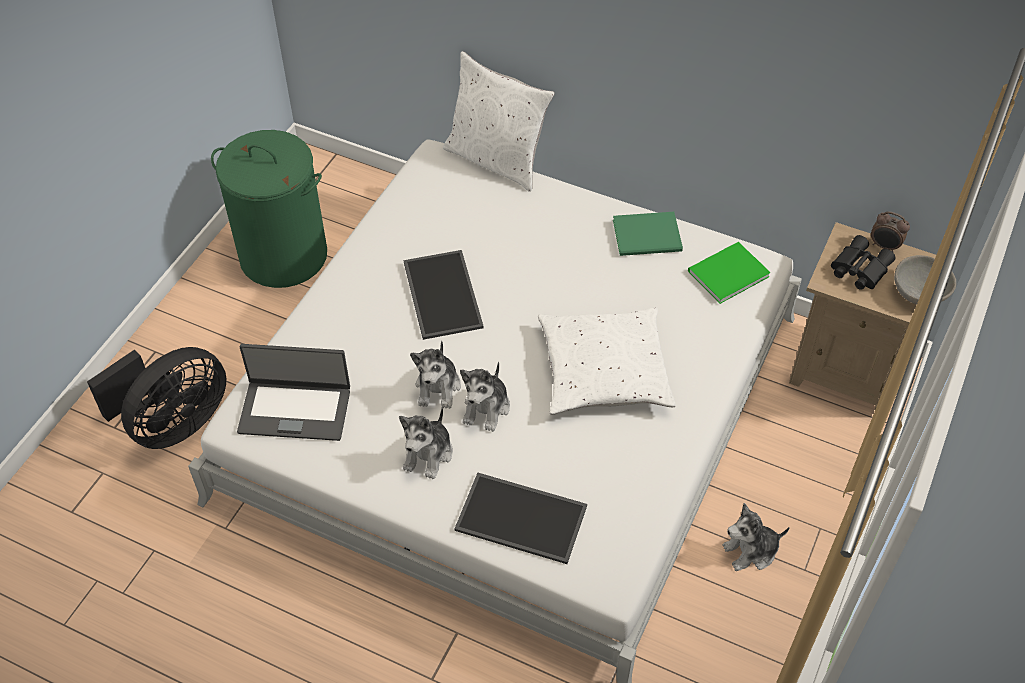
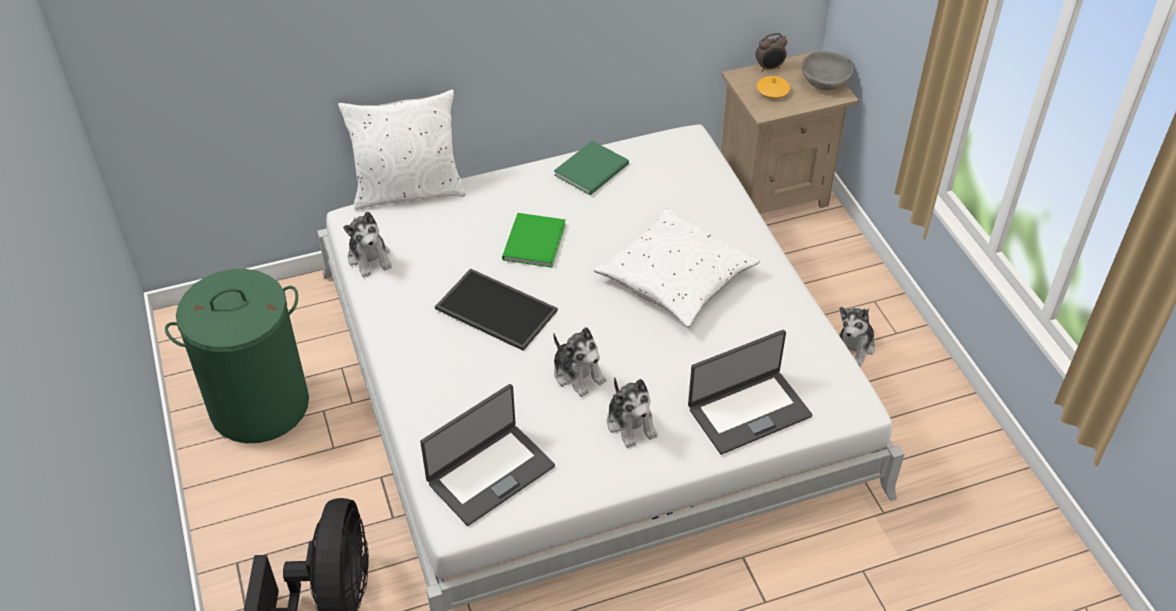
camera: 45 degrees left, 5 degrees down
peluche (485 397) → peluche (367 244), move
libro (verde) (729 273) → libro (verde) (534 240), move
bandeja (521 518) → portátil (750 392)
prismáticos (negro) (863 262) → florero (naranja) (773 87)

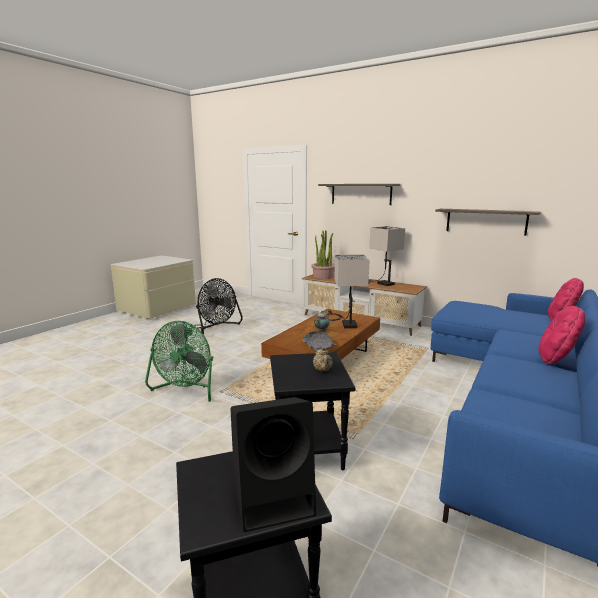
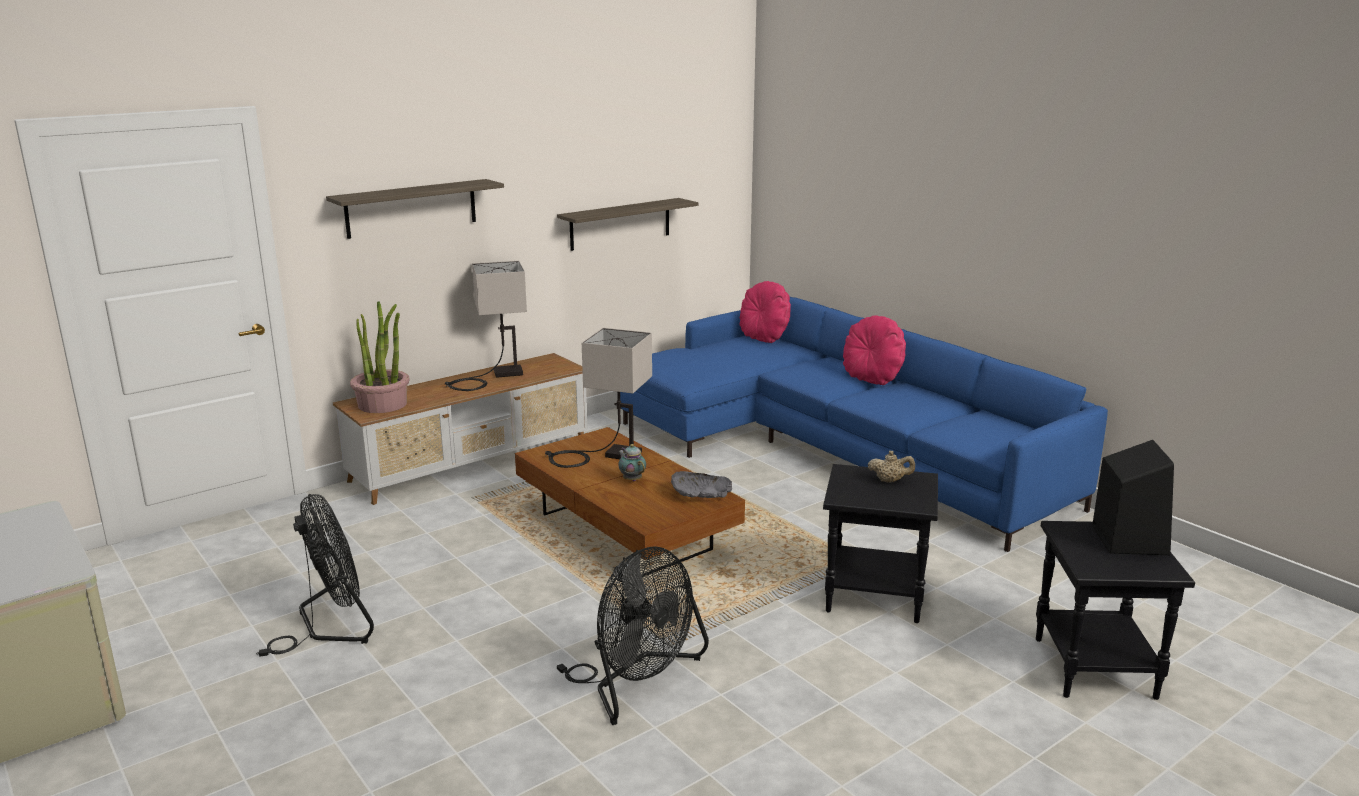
camera: 70 degrees left, 5 degrees up
ventilador (verde) (179 361) → ventilador (negro) (633 636)

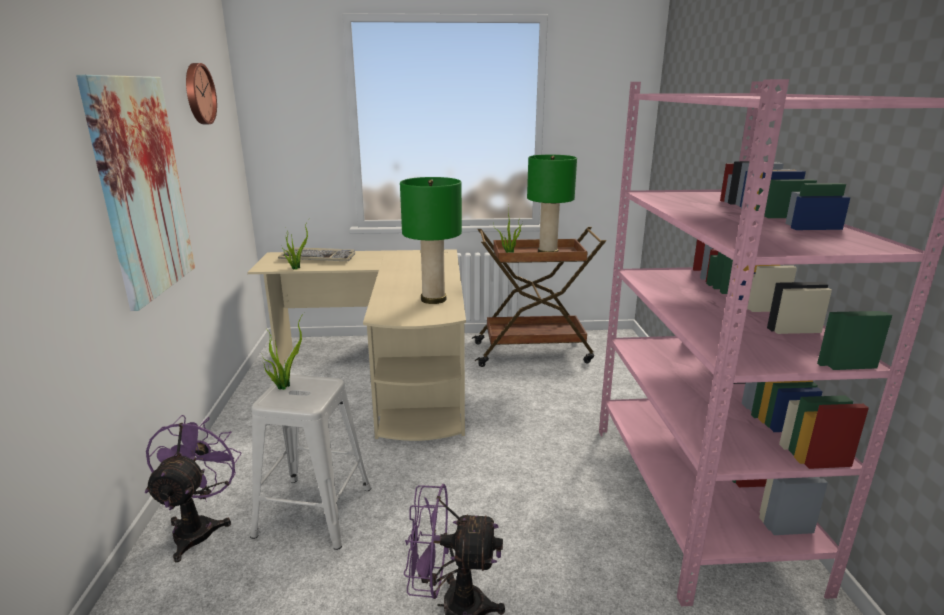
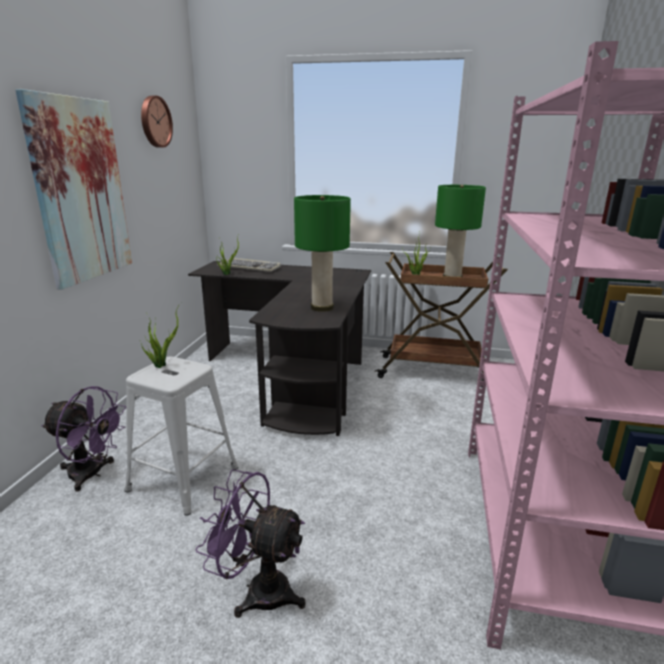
camera: 15 degrees right, 0 degrees up
escritorio (beis) (356 345) → escritorio (negro) (279 348)
ventilador (morado) (193 488) → ventilador (morado) (83 438), 90 degrees clockwise

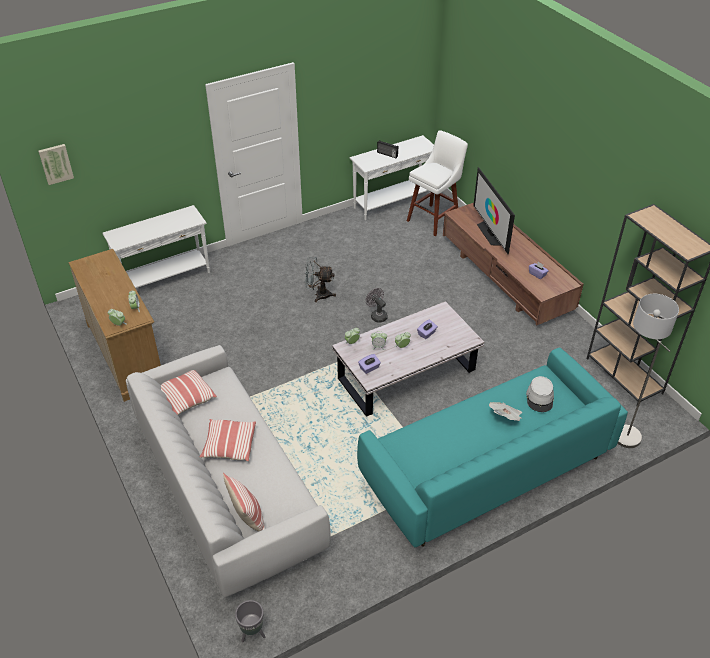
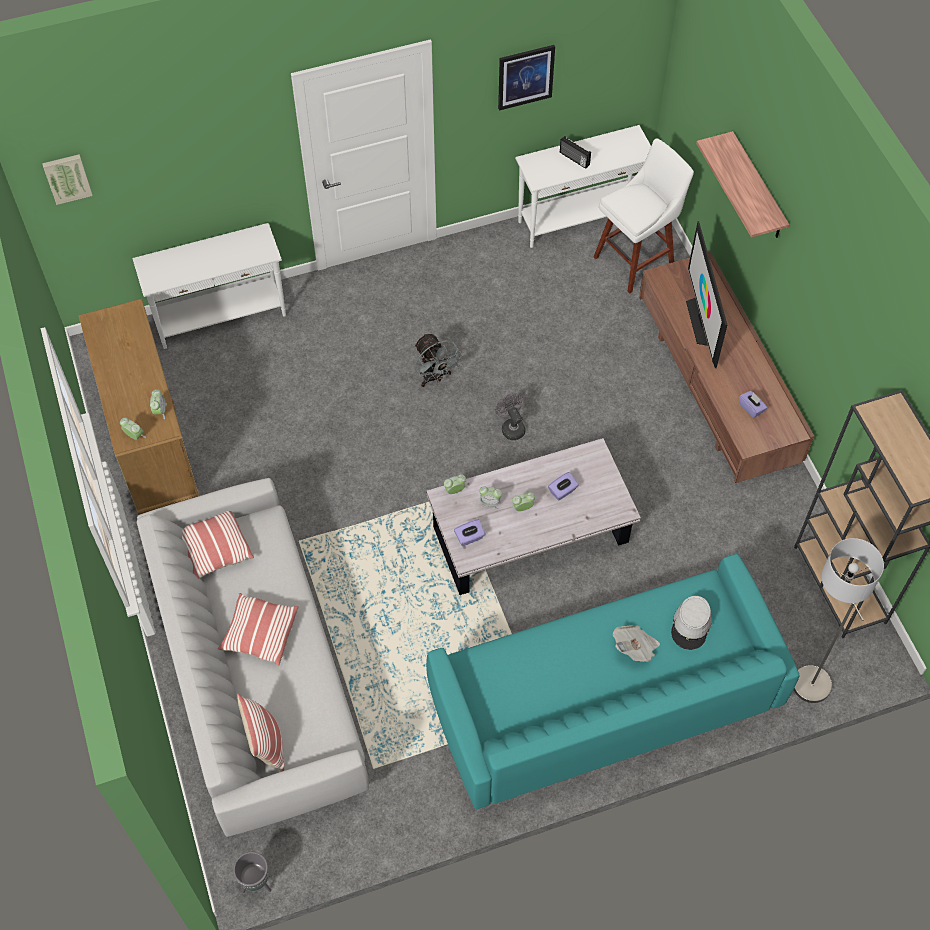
camera: 10 degrees right, 15 degrees up
- → cuadro (526 78)
- → estante (742 184)
ventilador (gris) (320 279) → ventilador (gris) (438 360), 135 degrees counterclockwise

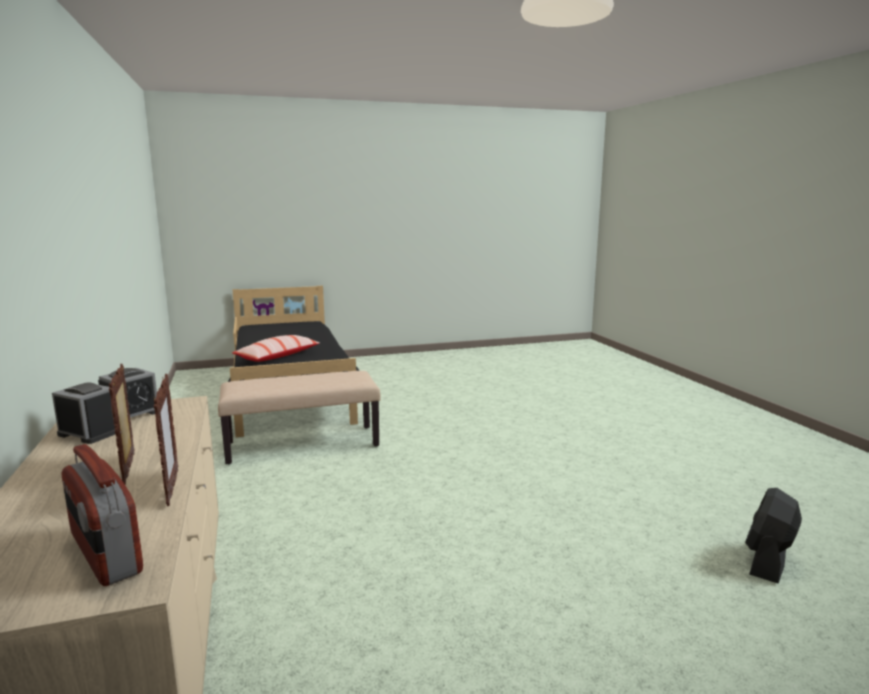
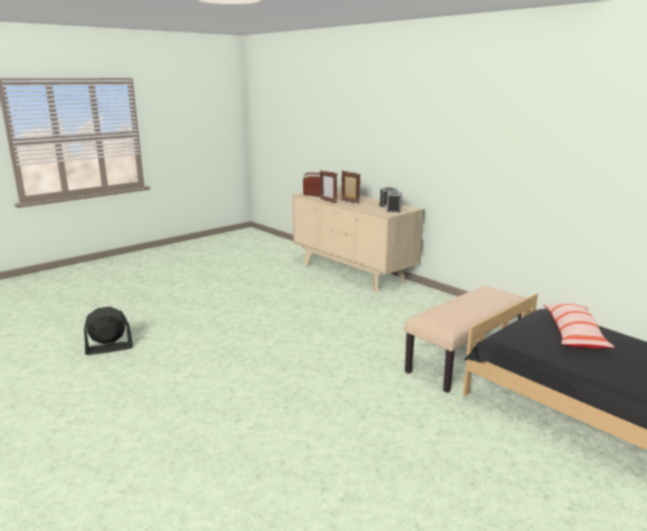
camera: 155 degrees right, 5 degrees up
ventilador (negro) (773 535) → ventilador (negro) (108 331), 120 degrees counterclockwise

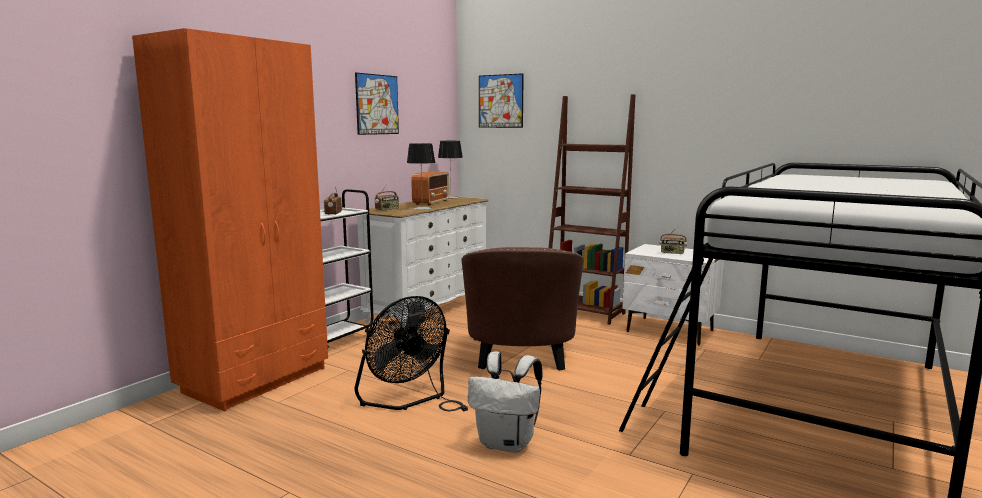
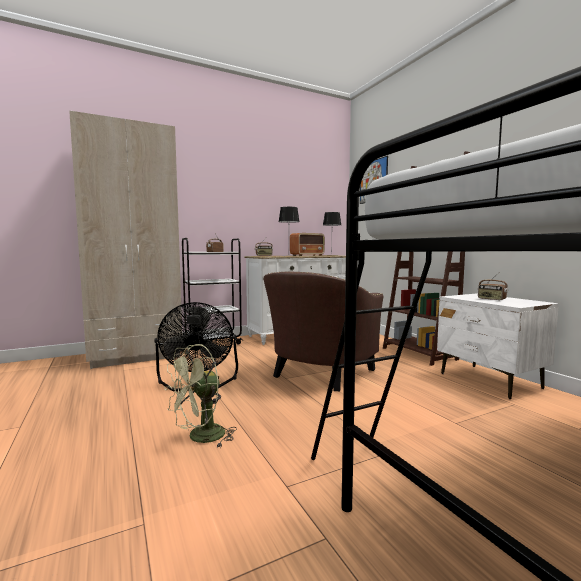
camera: 30 degrees right, 5 degrees down
cuadro (377 104) → -
mochila (blanco) (505 402) → ventilador (verde) (200 395)
armario ropero (naranja) (230 219) → armario ropero (beis) (125 240)

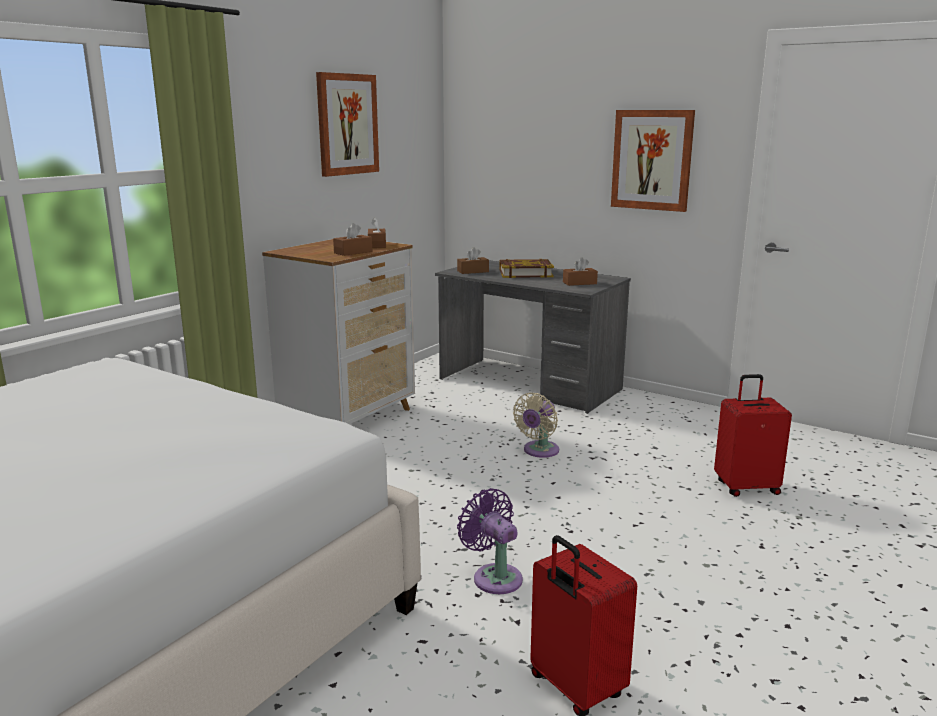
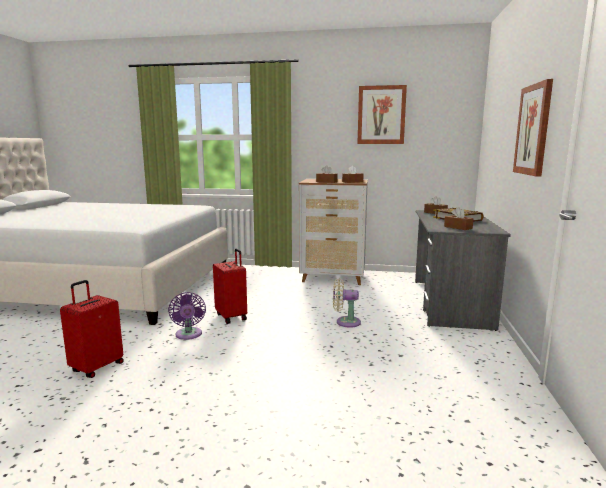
camera: 65 degrees right, 5 degrees down
maleta (rojo) (753 435) → maleta (rojo) (230 286), move
ventilador (morado) (490 541) → ventilador (morado) (187 316), 135 degrees clockwise

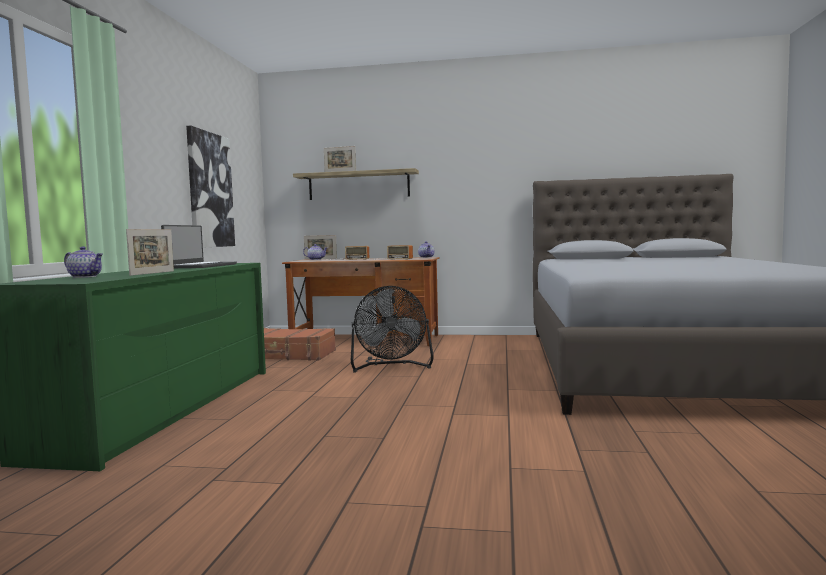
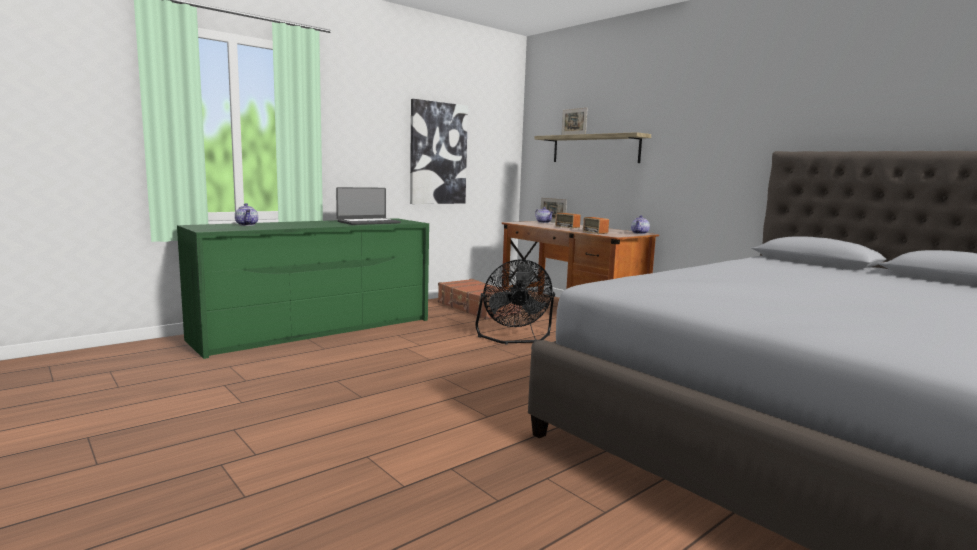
camera: 40 degrees right, 5 degrees up
portarretratos (150 252) → -
ventilador (negro) (392 329) → ventilador (negro) (515 304), 135 degrees clockwise

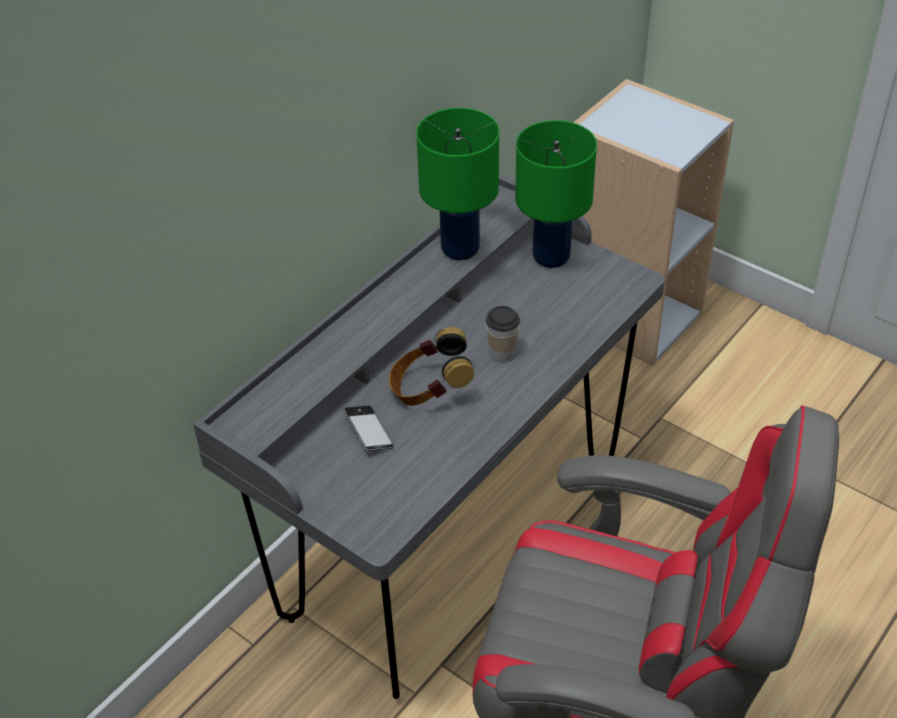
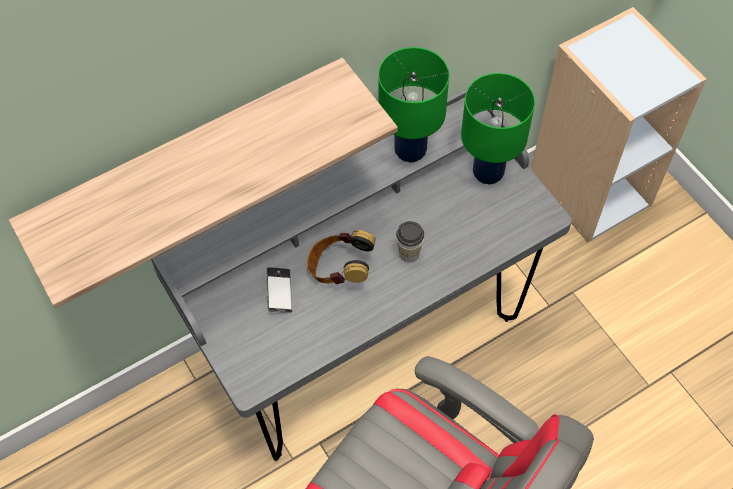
camera: 20 degrees right, 15 degrees up
- → estante (203 182)

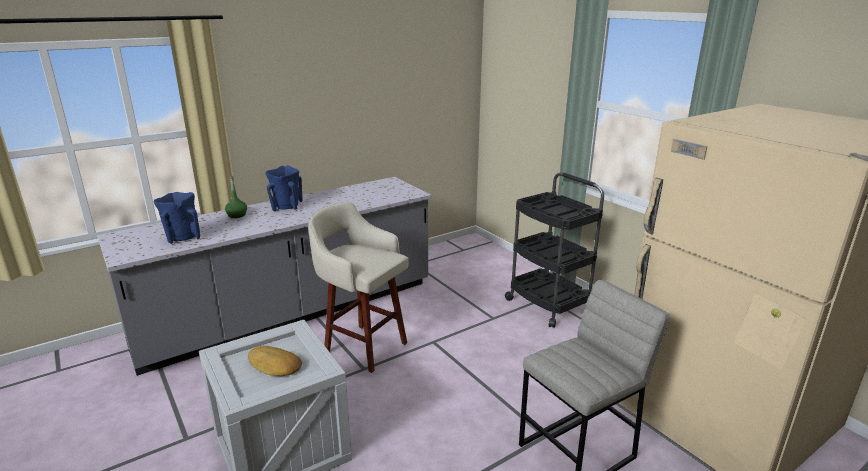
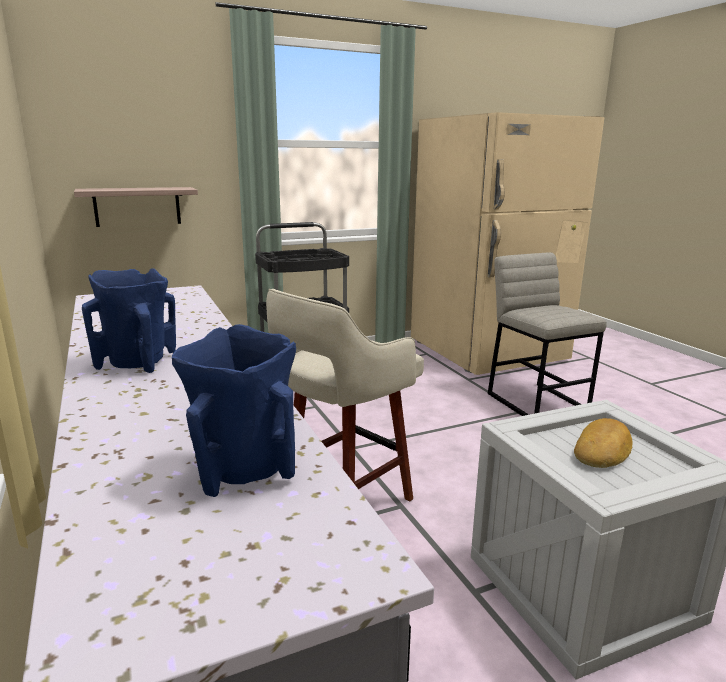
camera: 80 degrees left, 5 degrees down
botella (verde) (236 197) → -
- → estante (136 207)

